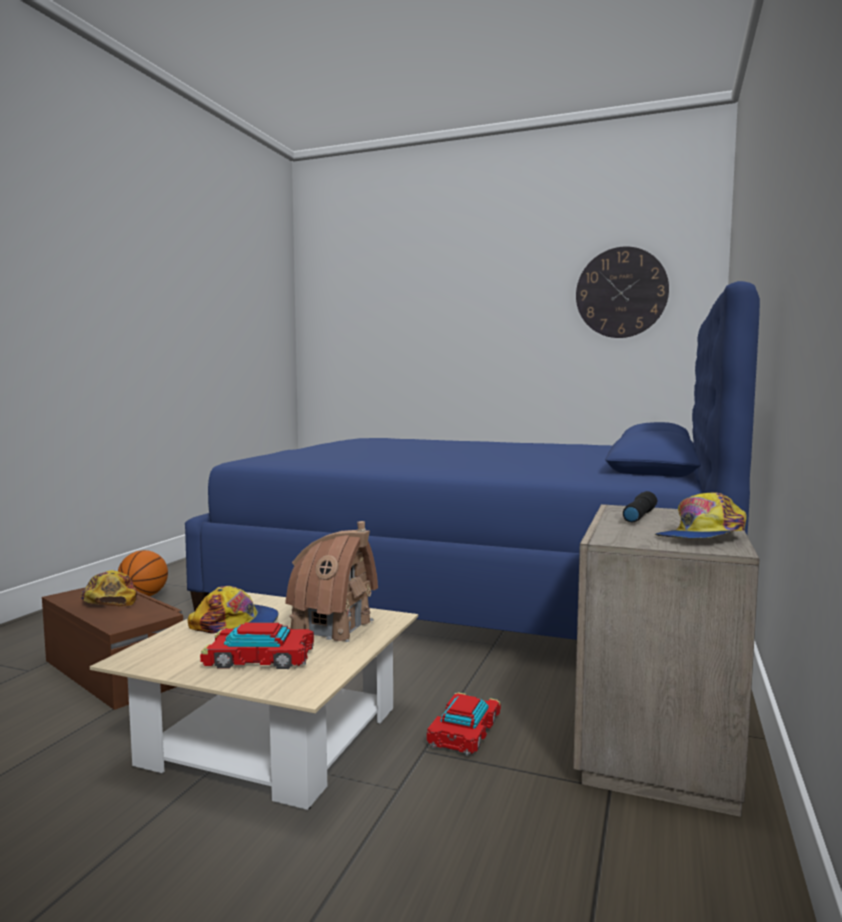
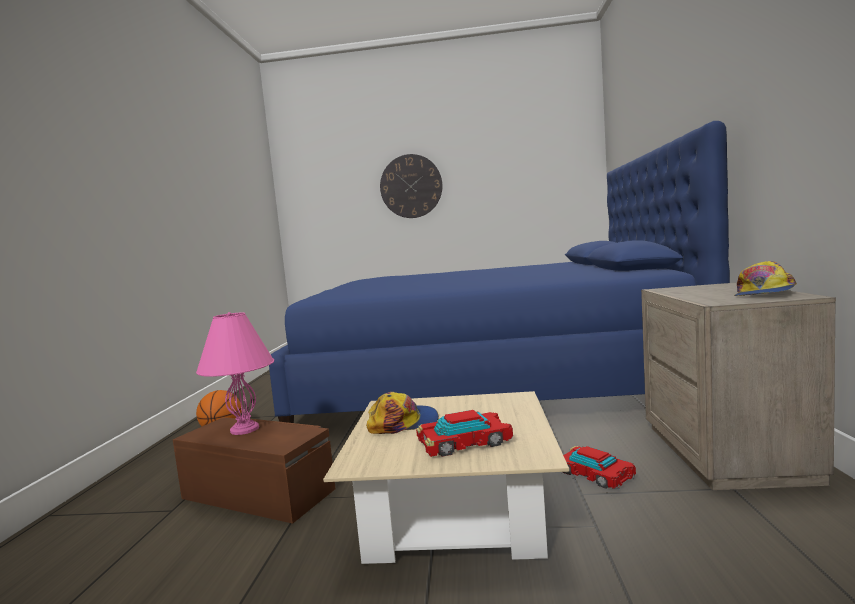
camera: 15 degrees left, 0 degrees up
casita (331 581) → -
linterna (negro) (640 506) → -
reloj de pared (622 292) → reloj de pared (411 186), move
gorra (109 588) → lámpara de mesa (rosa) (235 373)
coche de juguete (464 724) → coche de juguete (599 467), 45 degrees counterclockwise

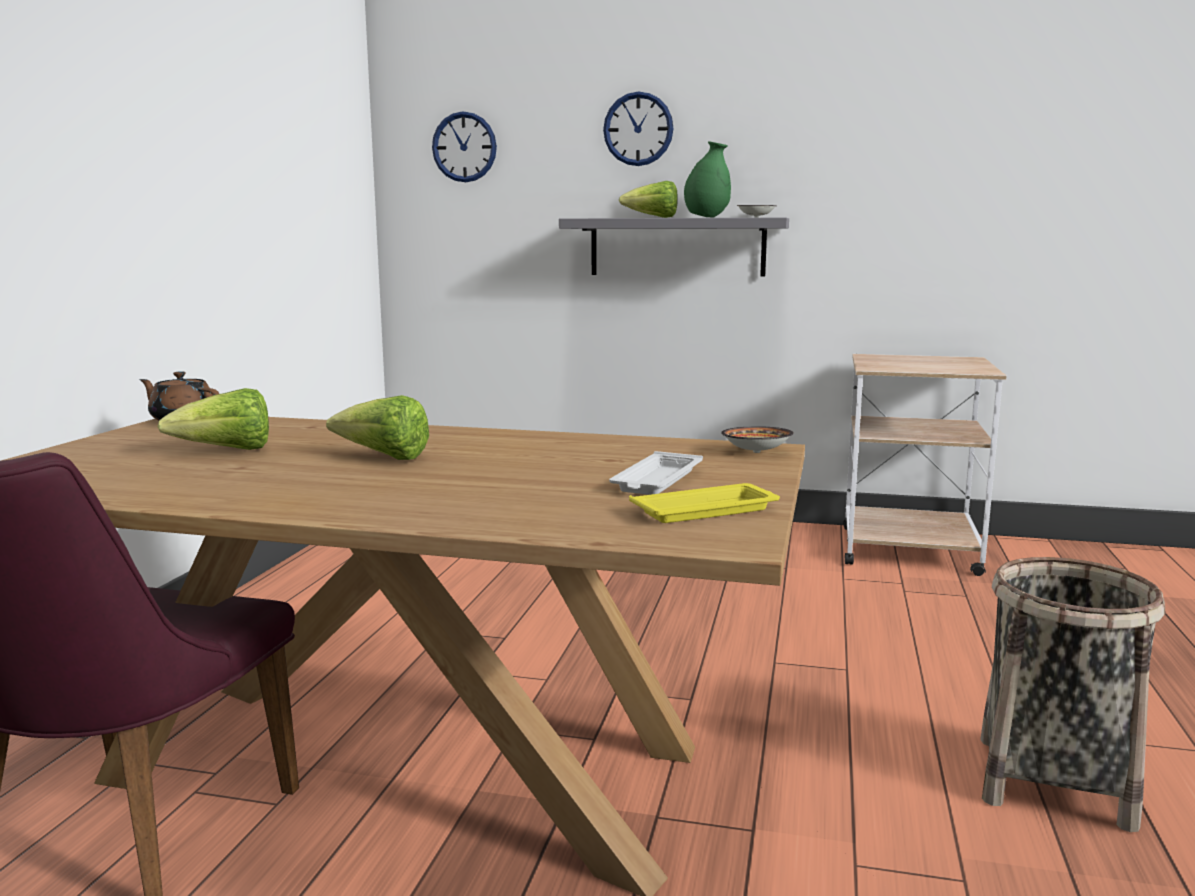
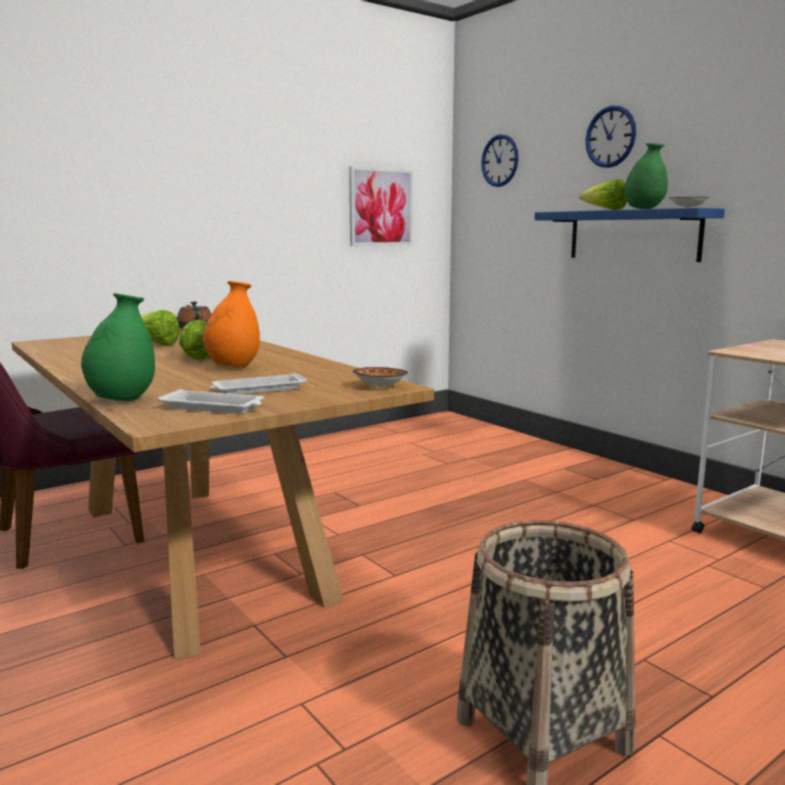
camera: 40 degrees right, 0 degrees up
- → florero (verde) (118 347)
- → florero (naranja) (231 324)
- → cuadro (381 206)
estante (gris) (674 247) → estante (azul) (630 235)
bandeja (amarillo) (704 503) → bandeja (blanco) (211 401)

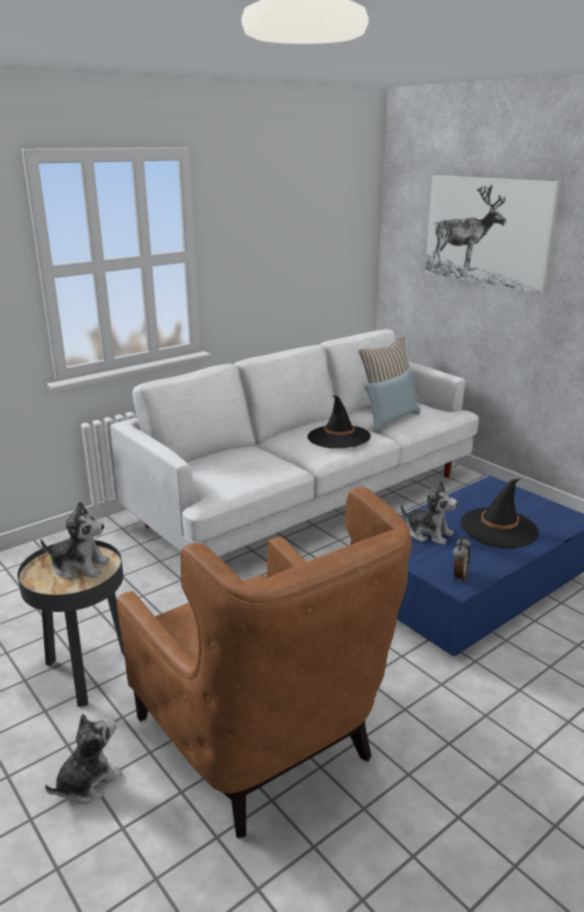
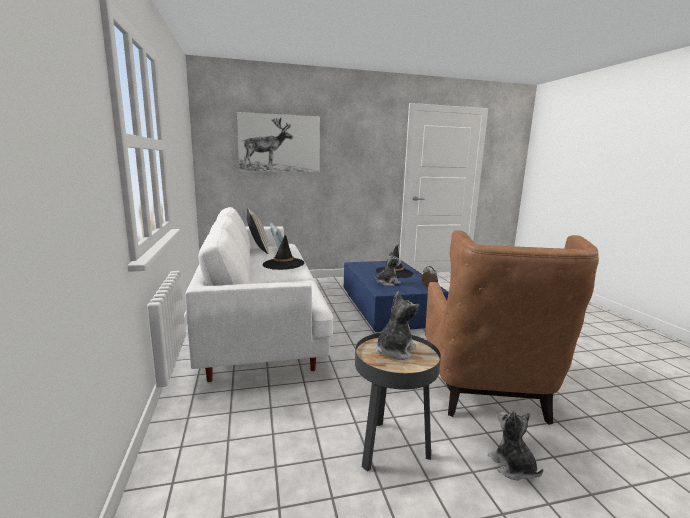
camera: 65 degrees left, 10 degrees down
sillón (marrón) (264 662) → sillón (marrón) (512 327), 105 degrees clockwise

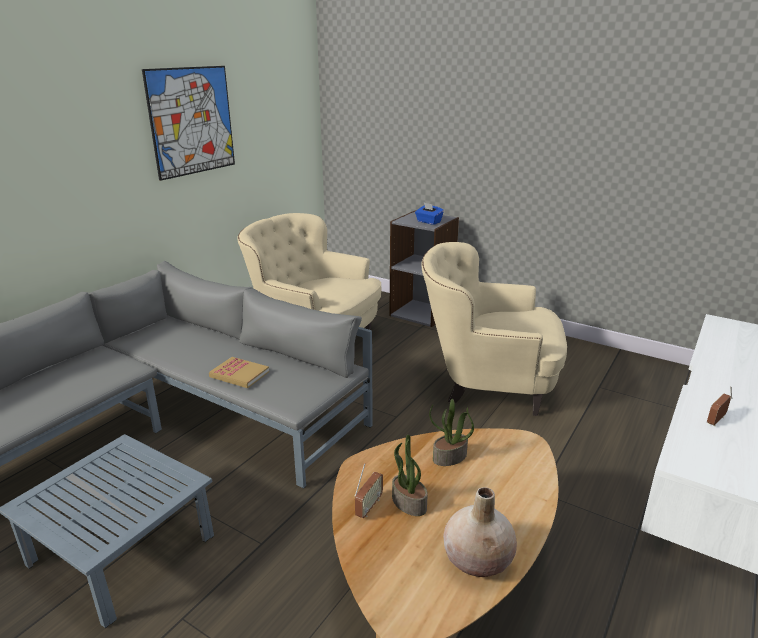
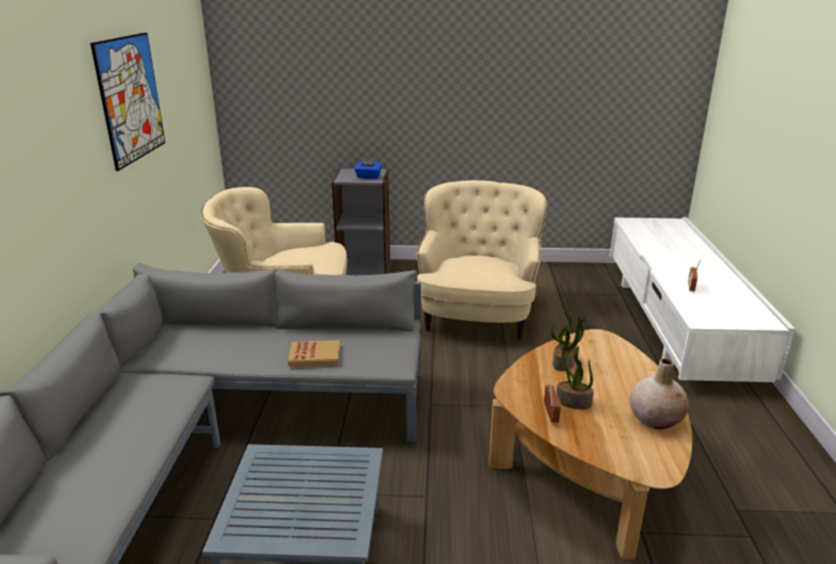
camera: 30 degrees left, 0 degrees up
sillón (beis) (494 329) → sillón (beis) (481 260), 120 degrees clockwise

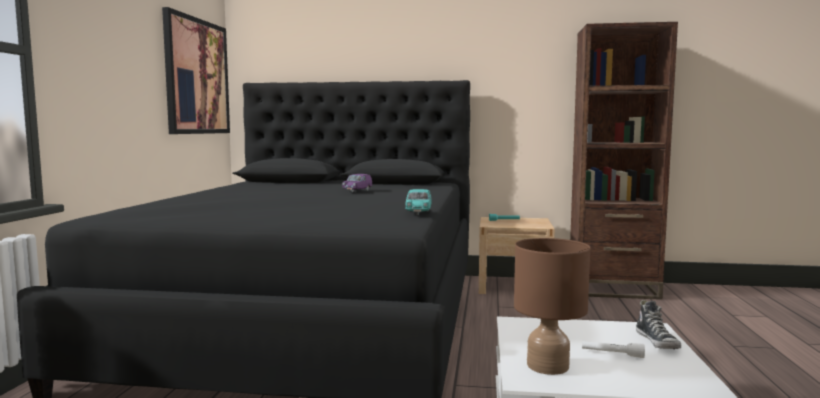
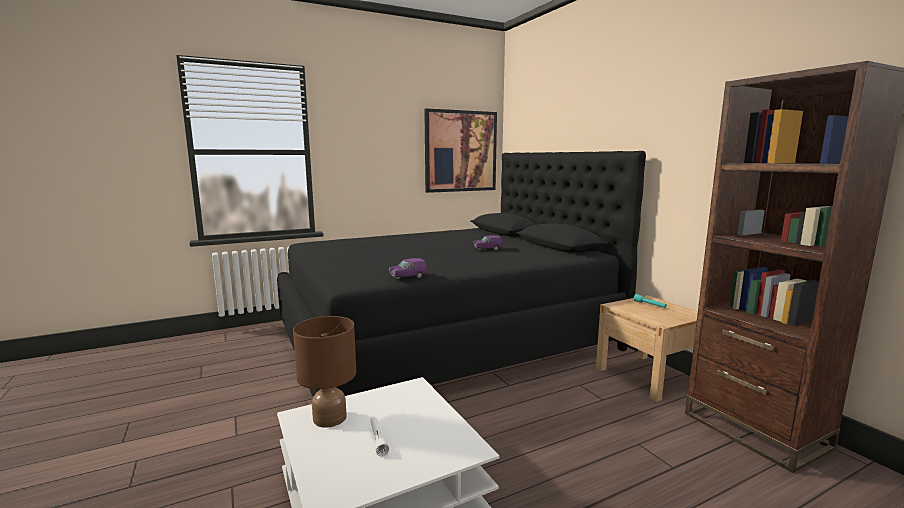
camera: 55 degrees right, 5 degrees up
zapato (658 325) → -
coche de juguete (turquesa) (418 202) → coche de juguete (morado) (408 268)

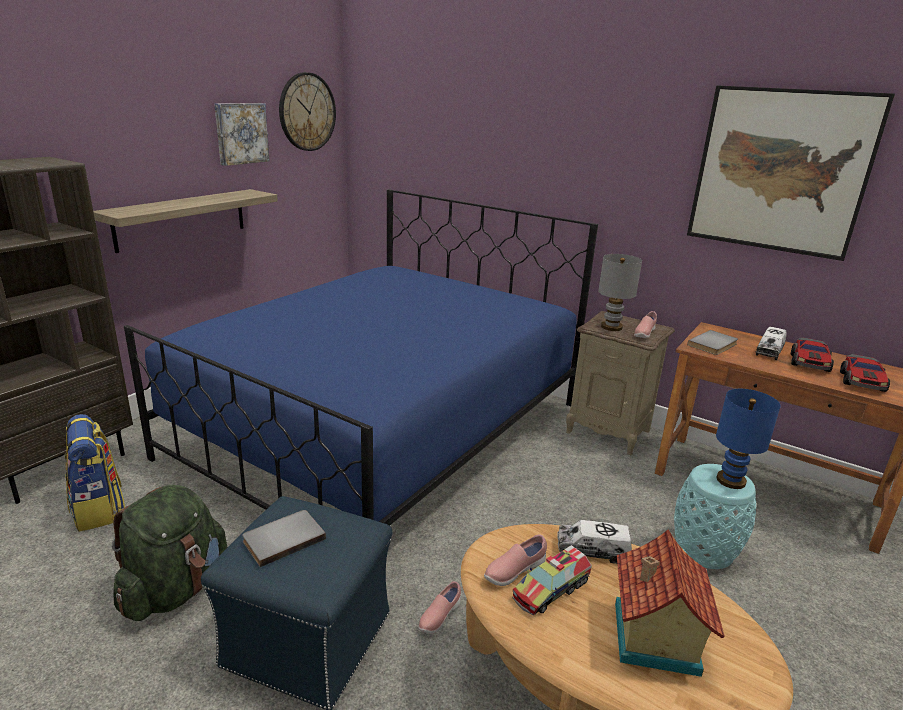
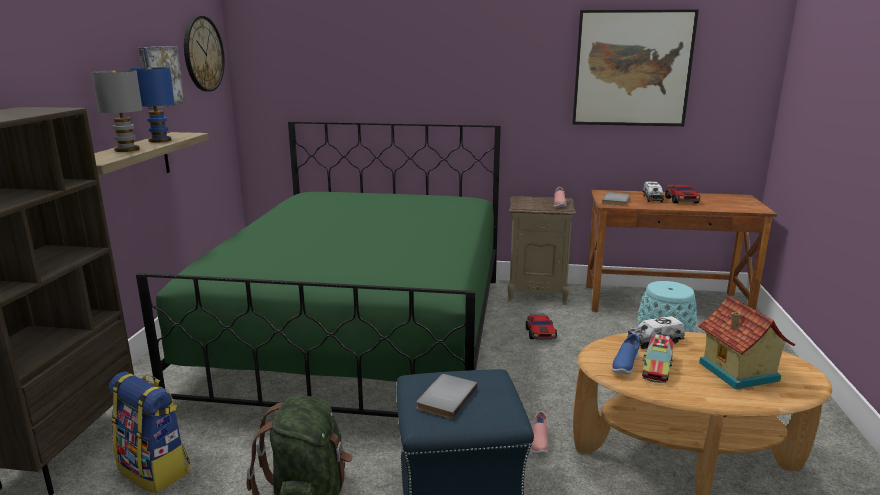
camera: 25 degrees left, 5 degrees down
lámpara de mesa (gris) (620 292) → lámpara de mesa (gris) (117 111), move
lámpara de mesa (azul) (748 439) → lámpara de mesa (azul) (152 105), move
coche de juguete (865 373) → coche de juguete (541 327), move
cama (azul) (361 357) → cama (verde) (318 269)
zapato (rosa) (515 560) → zapato (azul) (626 354)

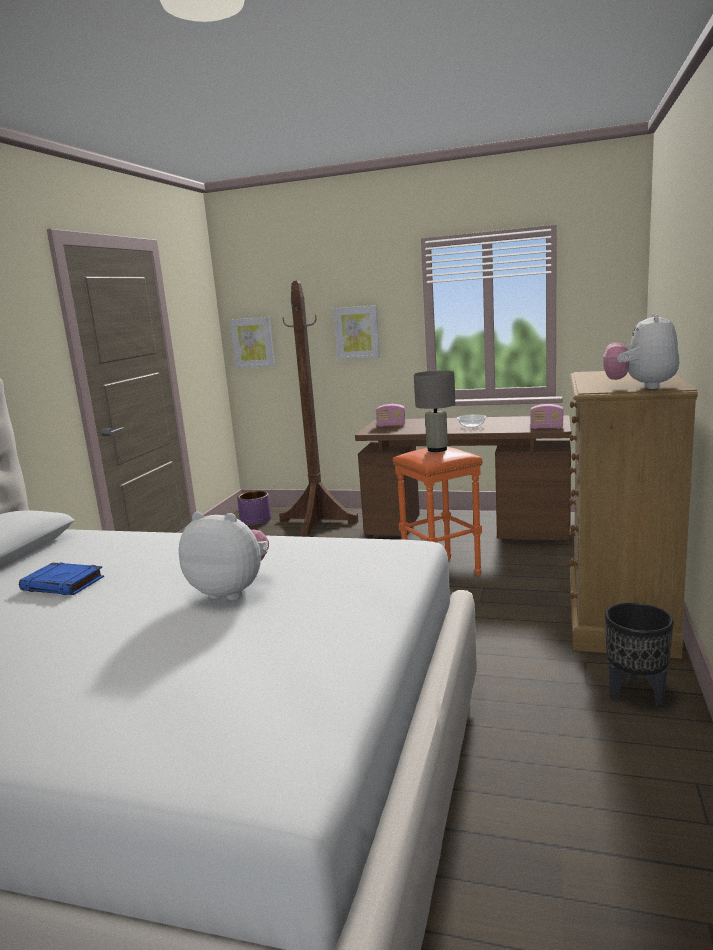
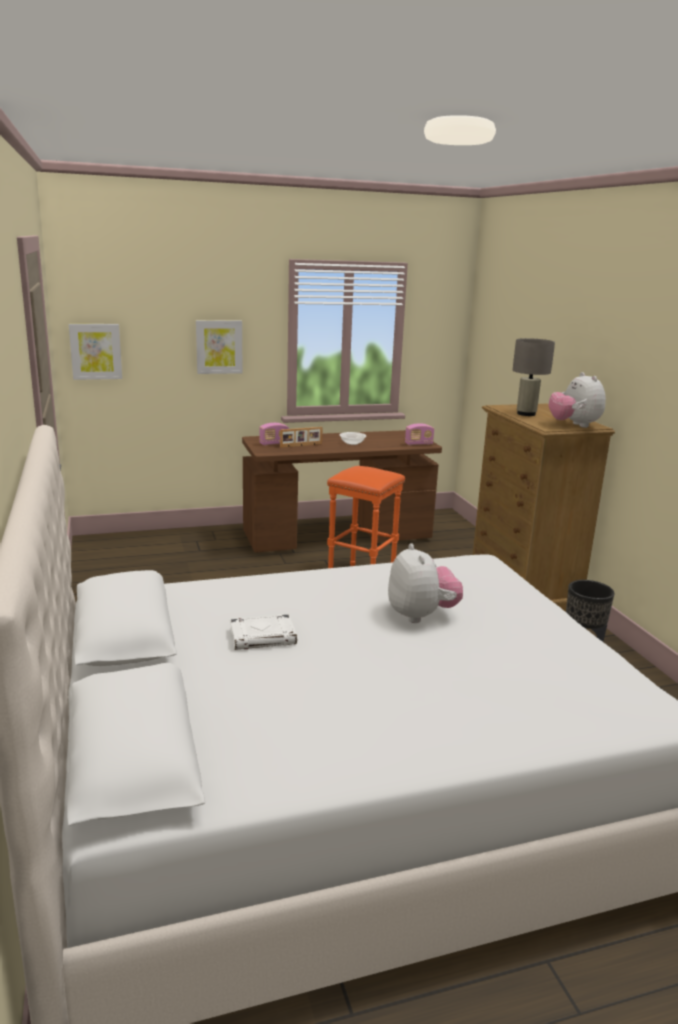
camera: 35 degrees left, 5 degrees up
maceta (morado) (254 508) → -
perchero (marrón) (318 408) → -
- → portarretratos (301 437)
lámpara de mesa (gris) (434 411) → lámpara de mesa (gris) (534 377), move
libro (azul) (61 578) → libro (blanco) (263 632)
peluche (224 556) → peluche (425 583), 90 degrees clockwise

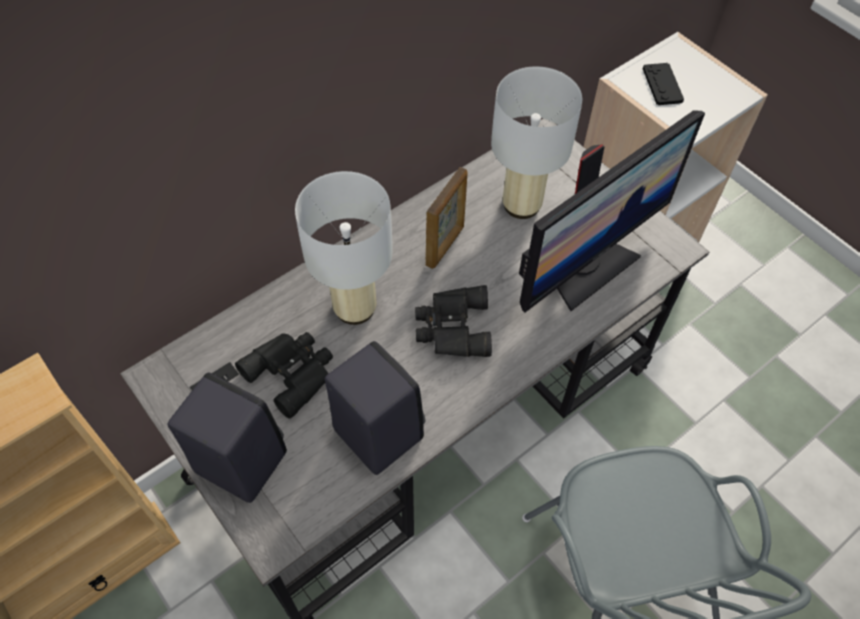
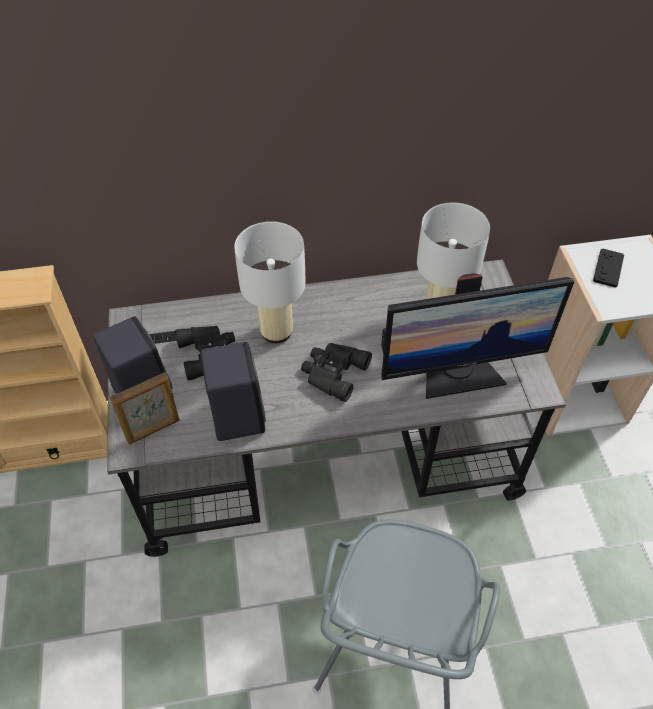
camera: 30 degrees right, 5 degrees down
portarretratos (447 218) → portarretratos (144 408), move

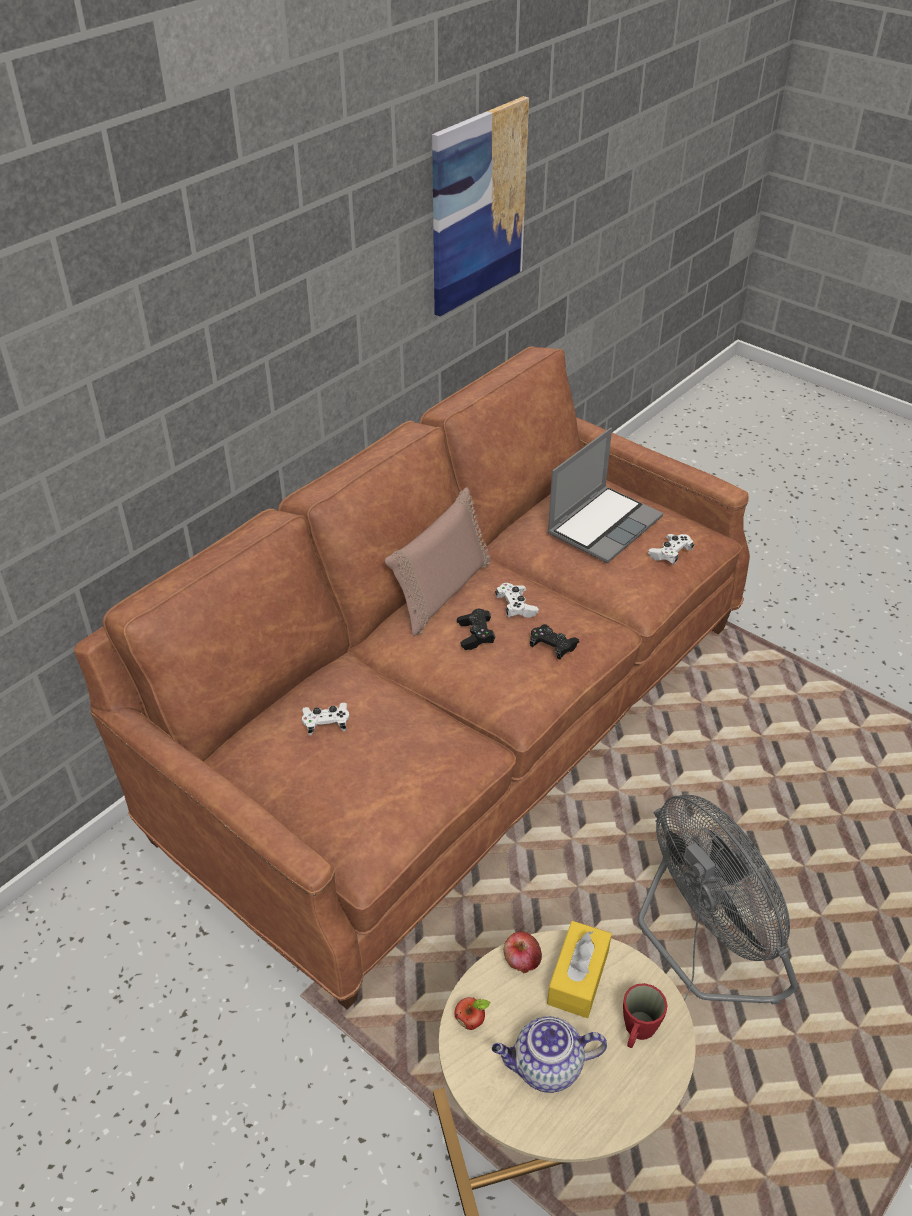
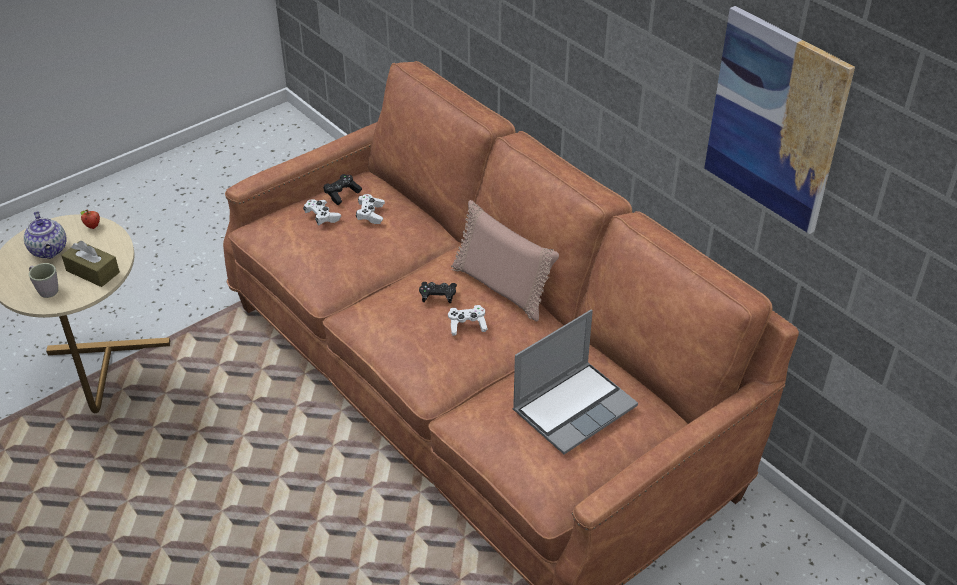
camera: 100 degrees right, 0 degrees up
manzana (523 952) → -
ventilador (gris) (718 899) → -
mando de consola (negro) (554 641) → mando de consola (negro) (342 189), move
mando de consola (blanco) (671 549) → mando de consola (blanco) (322 212), move
caja de pañuelos (amarillo) (579 969) → caja de pañuelos (marrón) (90 264)
taza grande (rojo) (645 1015) → taza grande (gris) (43 280)
tetera (549 1054) → tetera (45 235), 150 degrees clockwise
portátil (605 495) → portátil (575 382), 90 degrees counterclockwise

